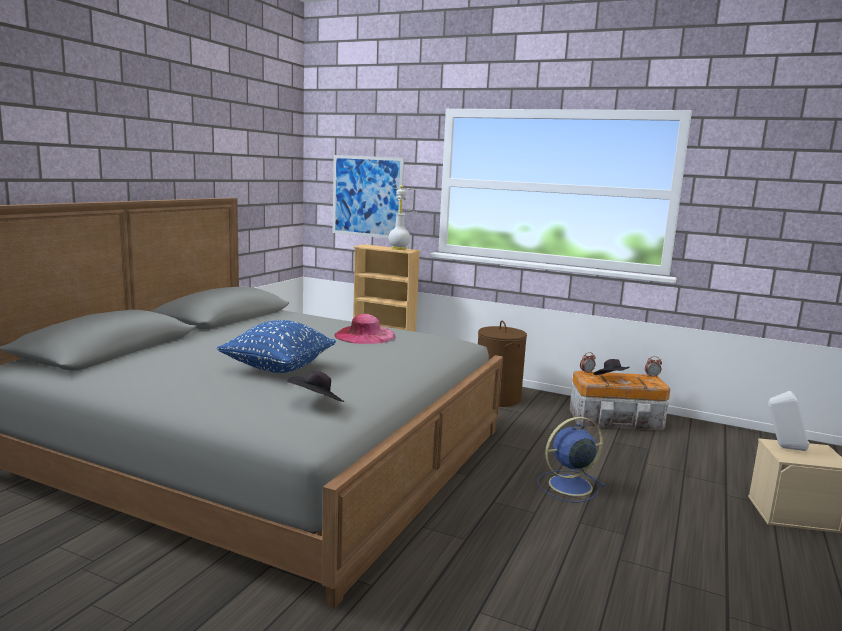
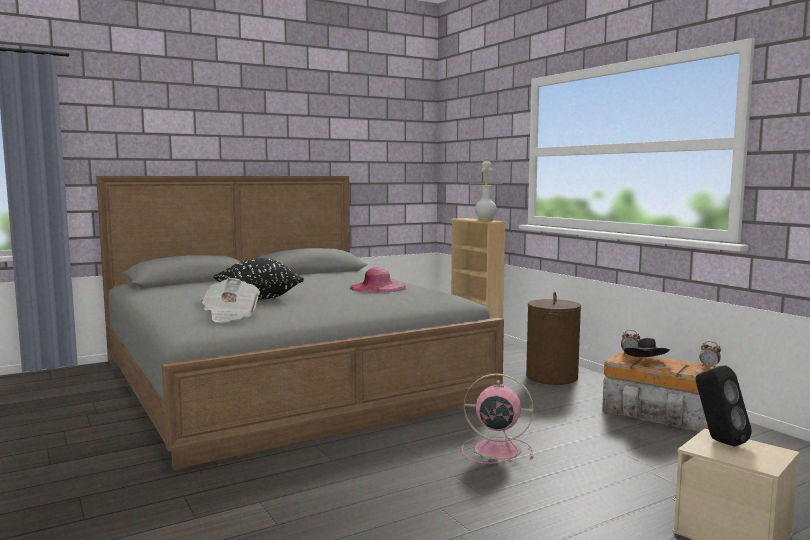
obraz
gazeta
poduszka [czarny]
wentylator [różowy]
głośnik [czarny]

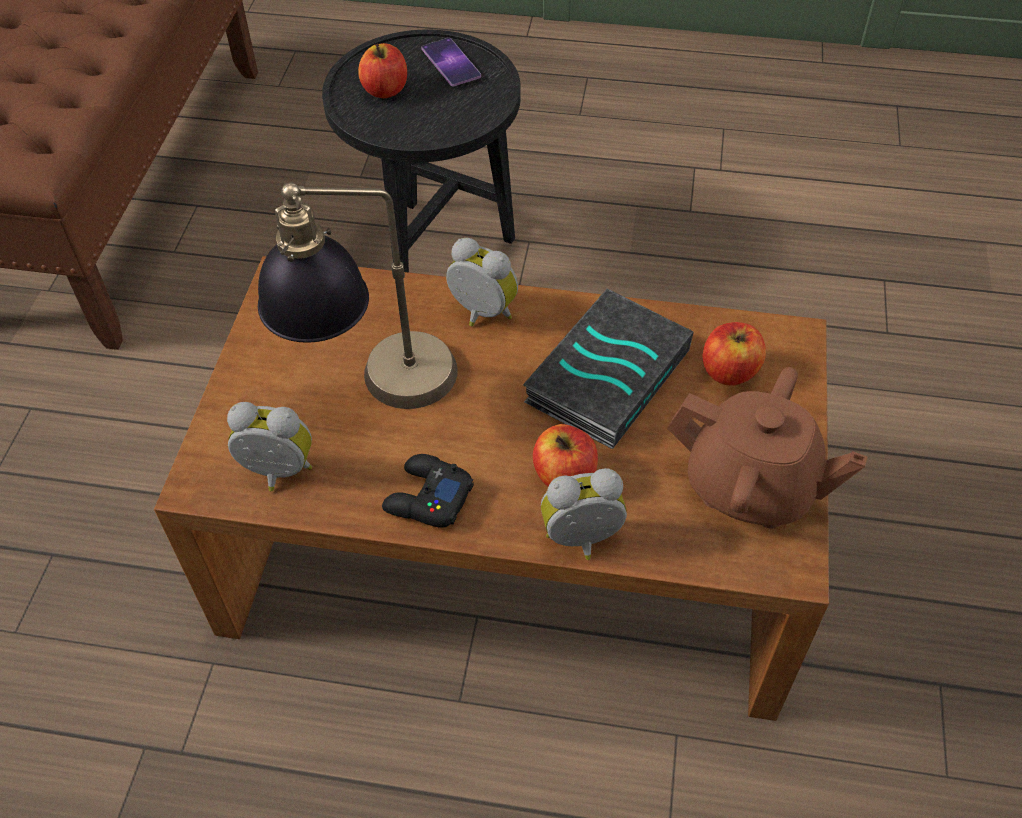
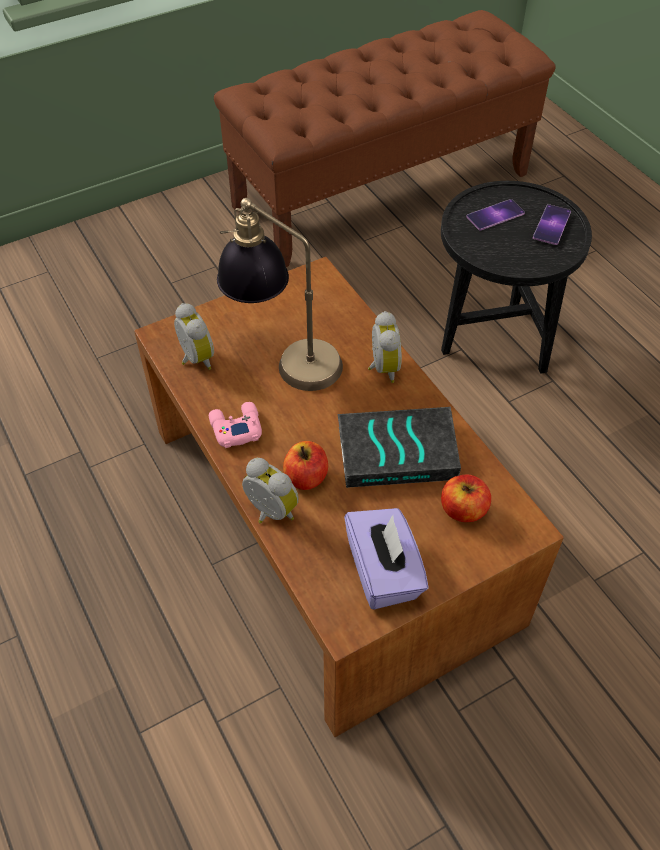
telefon (no. 1 from left)
pudełko chusteczek [fioletowy]
pad do gier [różowy]

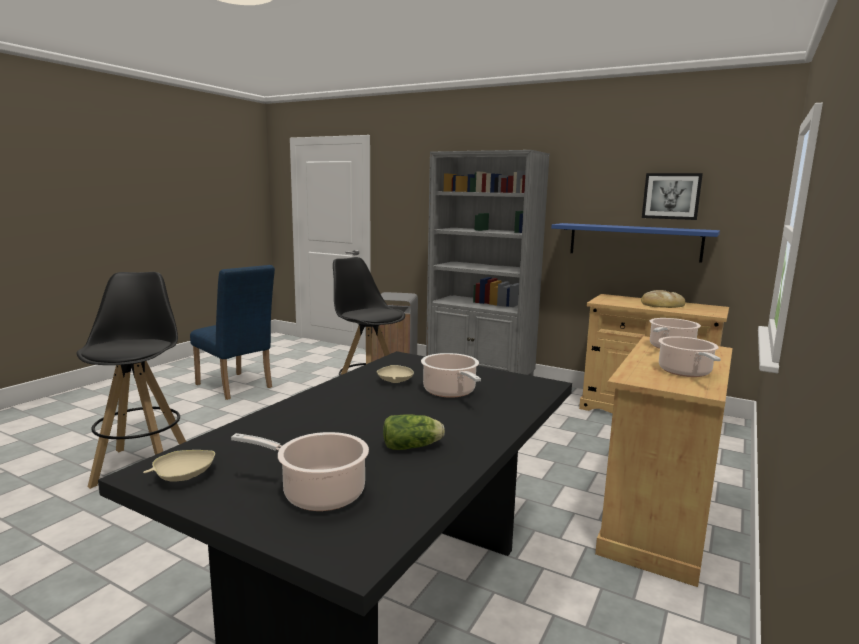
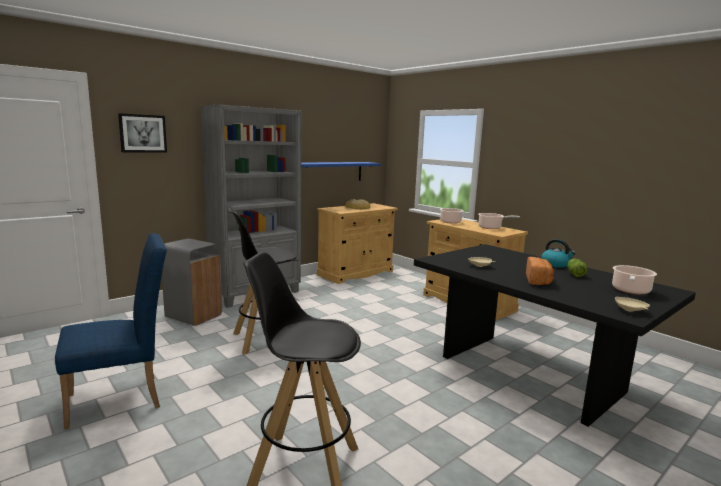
garnek (no. 2 from left in the first image)
chleb (no. 2 from left)
czajnik
obraz

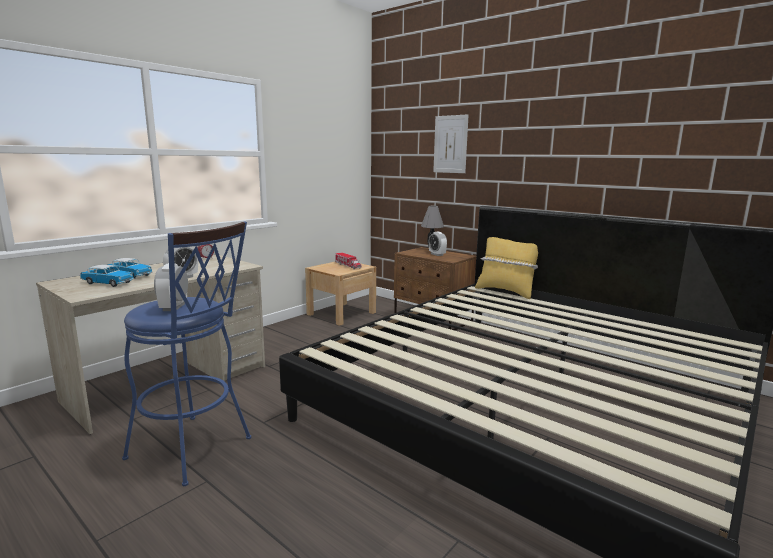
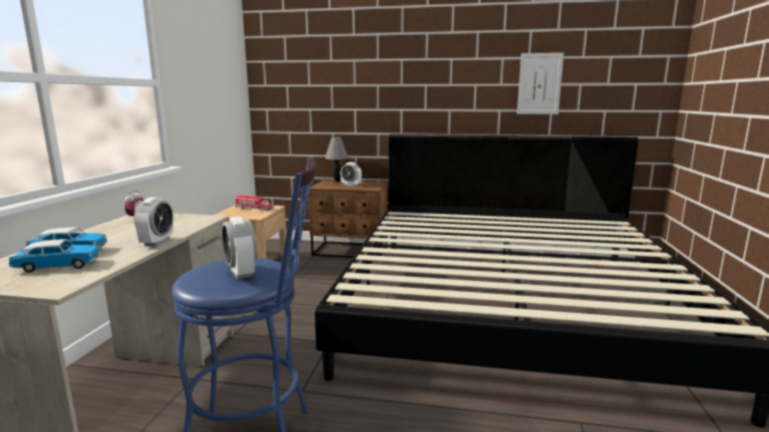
poduszka [żółty]
obraz

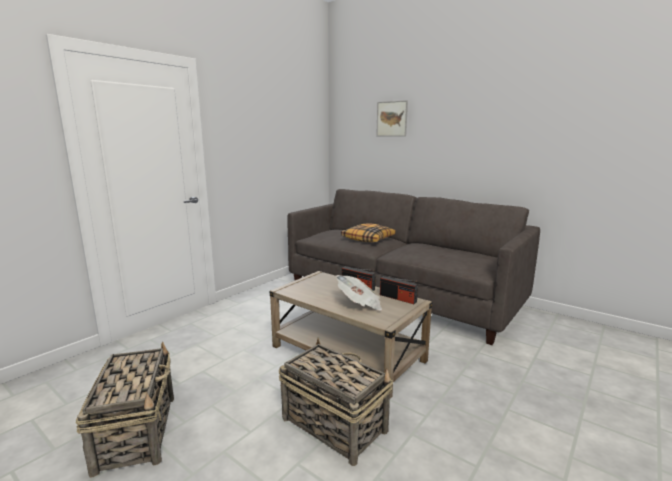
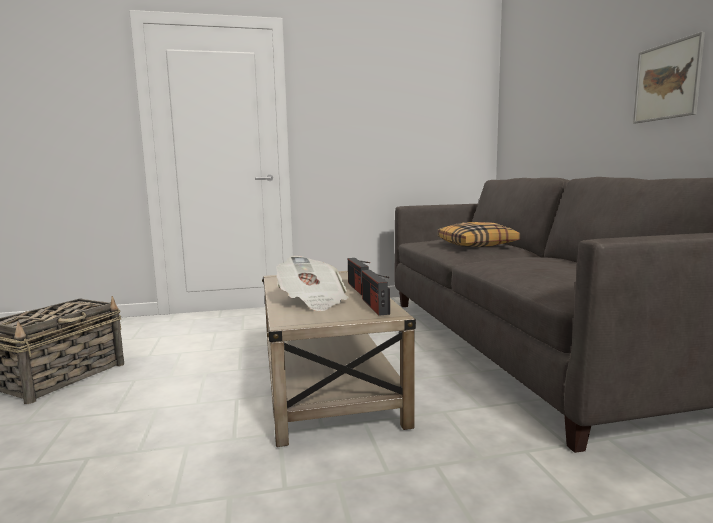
koszyk (no. 2 from left in the first image)
obraz

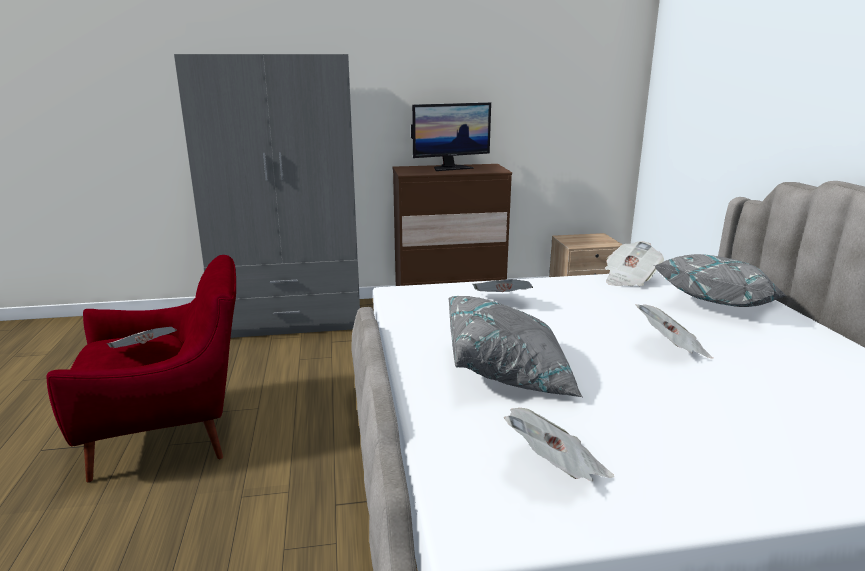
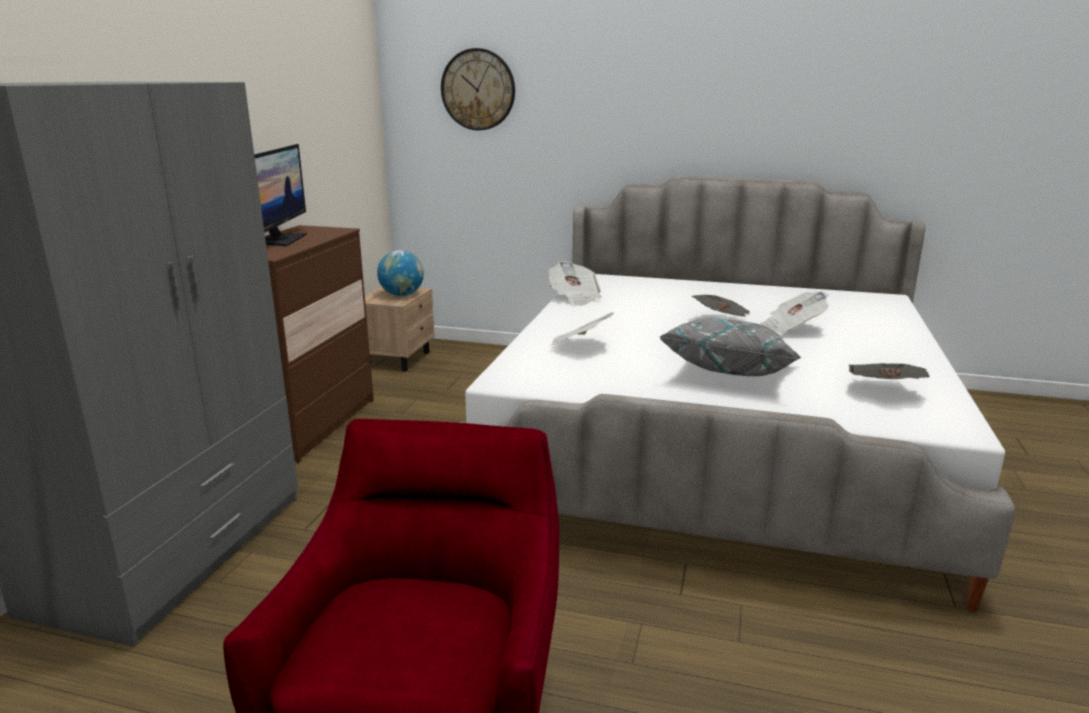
poduszka [szary] (no. 2 from left in the first image)
globus
zegar ścienny
gazeta (no. 4 from left)

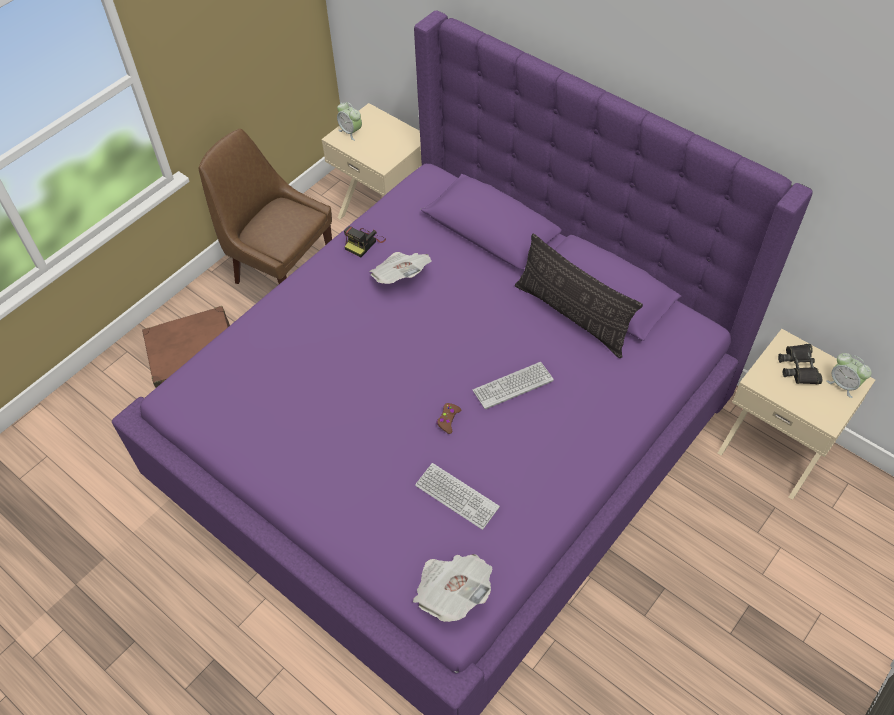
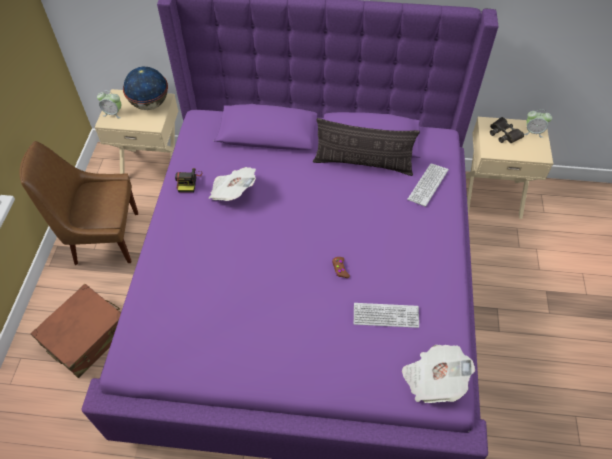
globus
klawiatura (no. 2 from left)

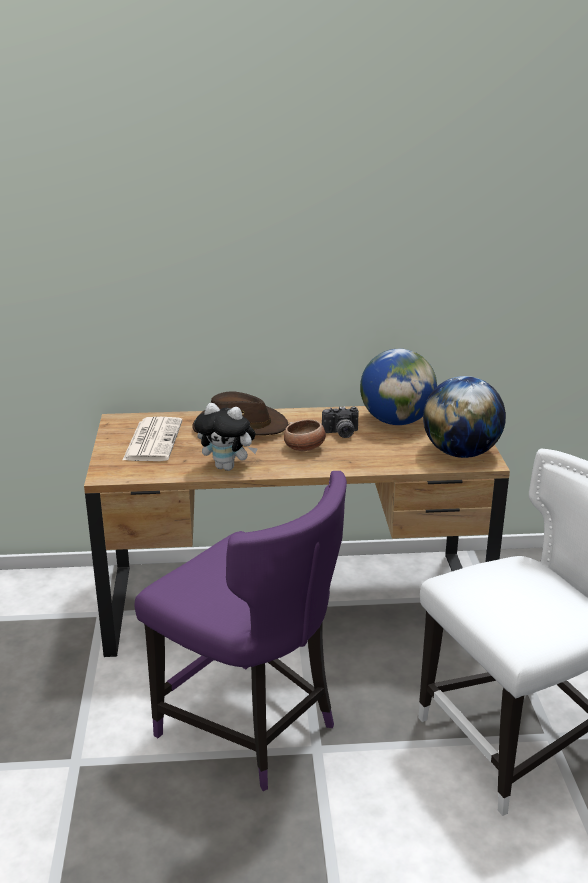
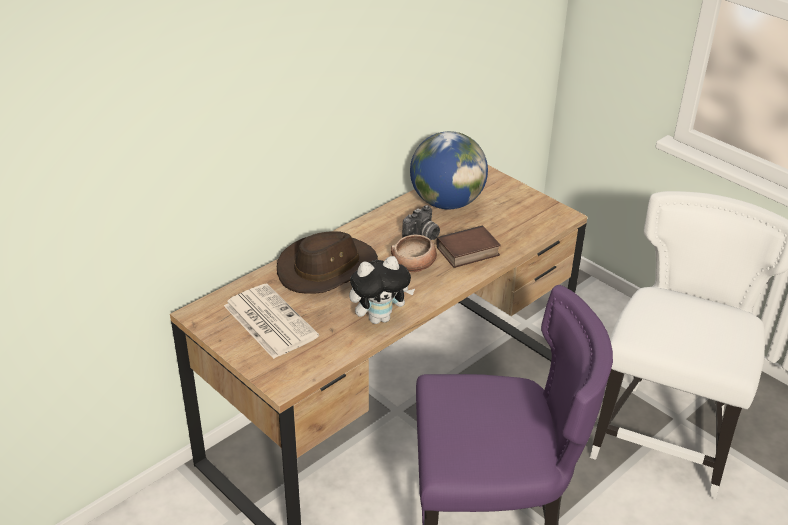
globus (no. 2 from left in the first image)
książka

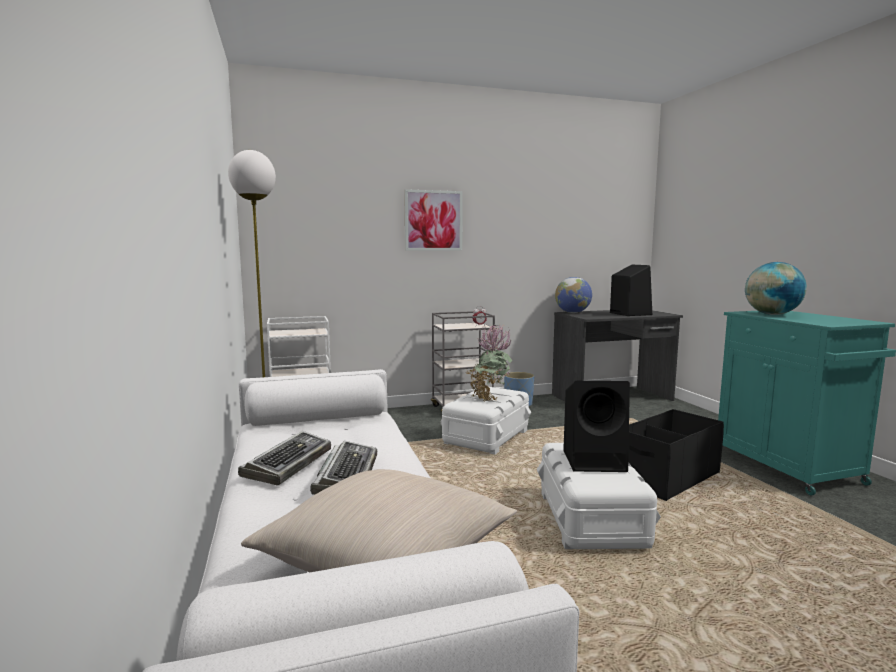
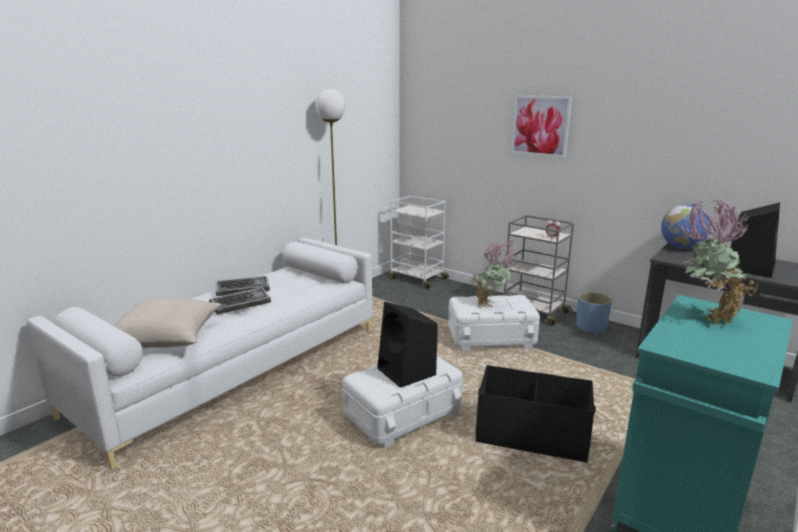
roślina doniczkowa (no. 2 from left)

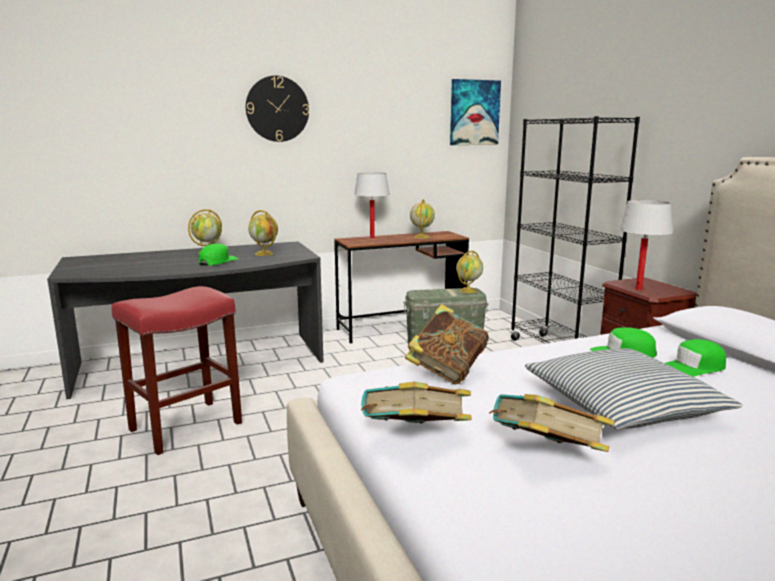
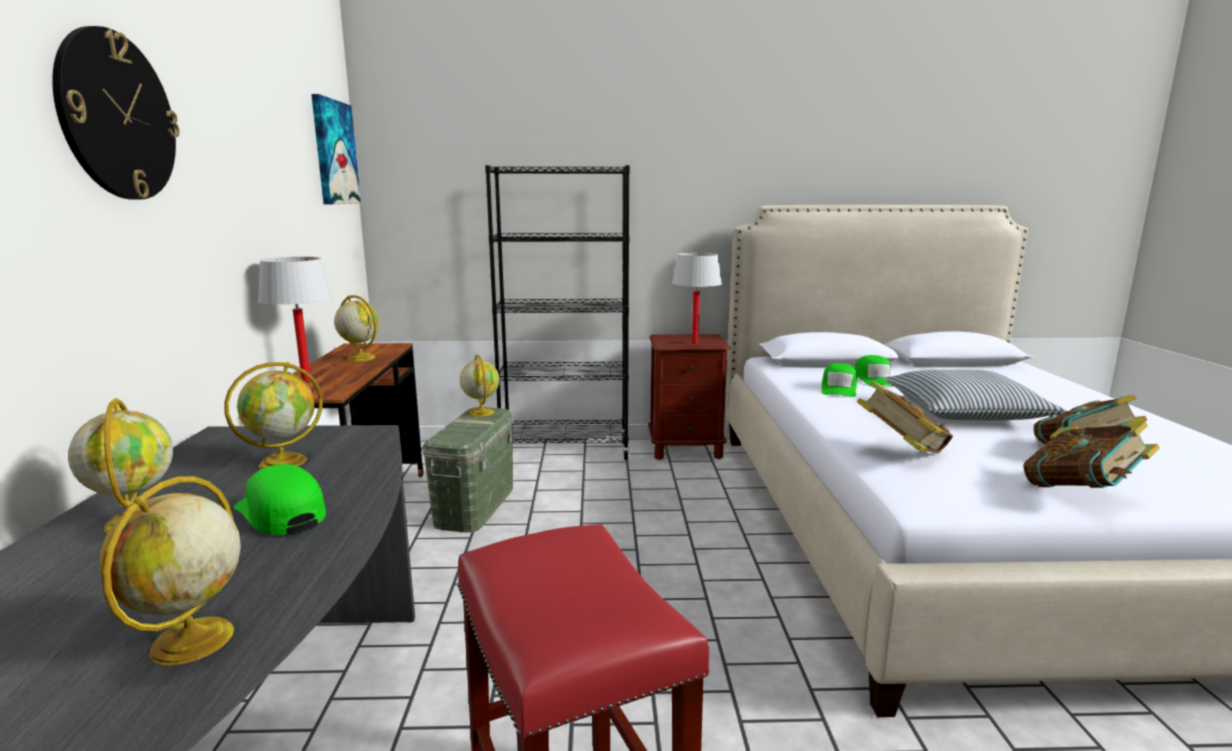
globus (no. 2 from left)

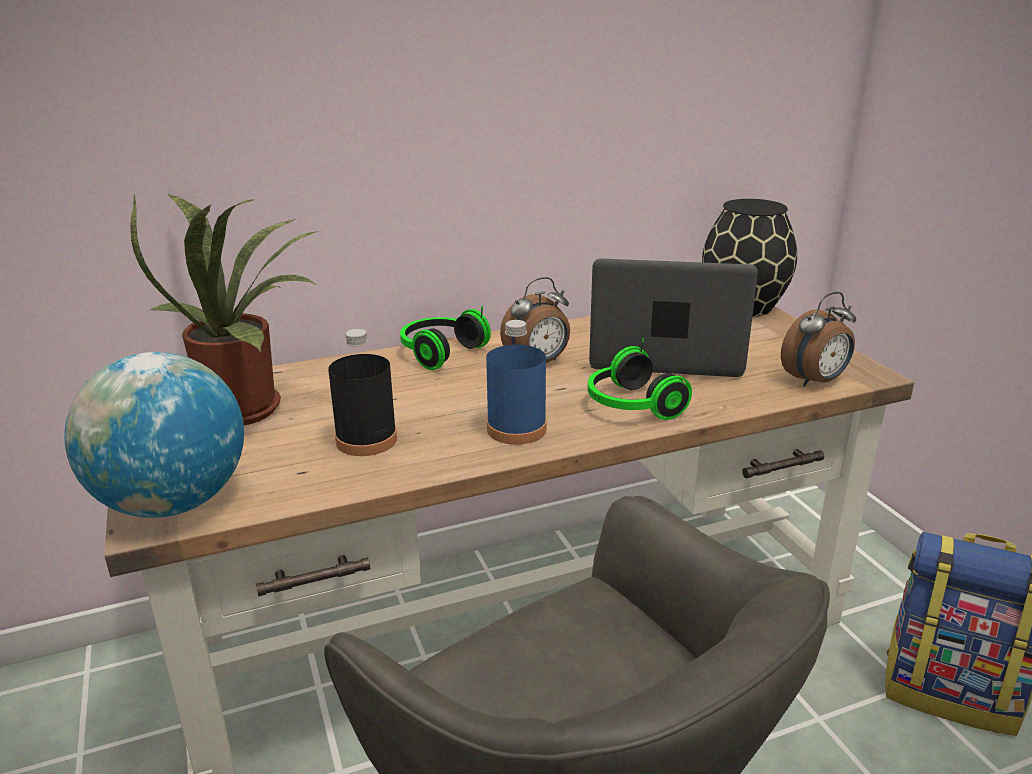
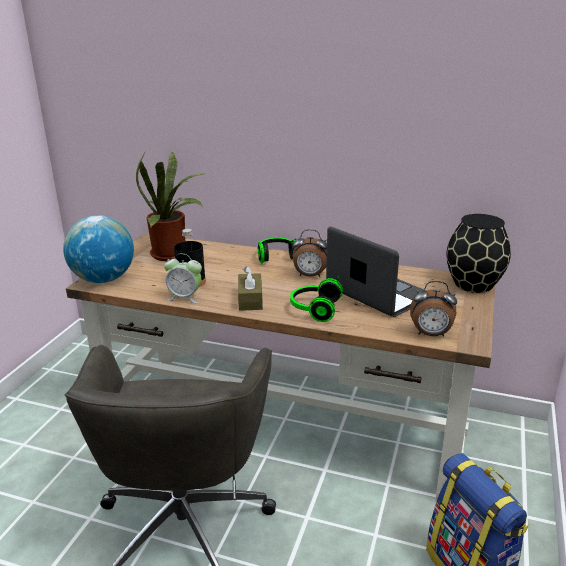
budzik (no. 1 from left)
pudełko chusteczek [brązowy]

